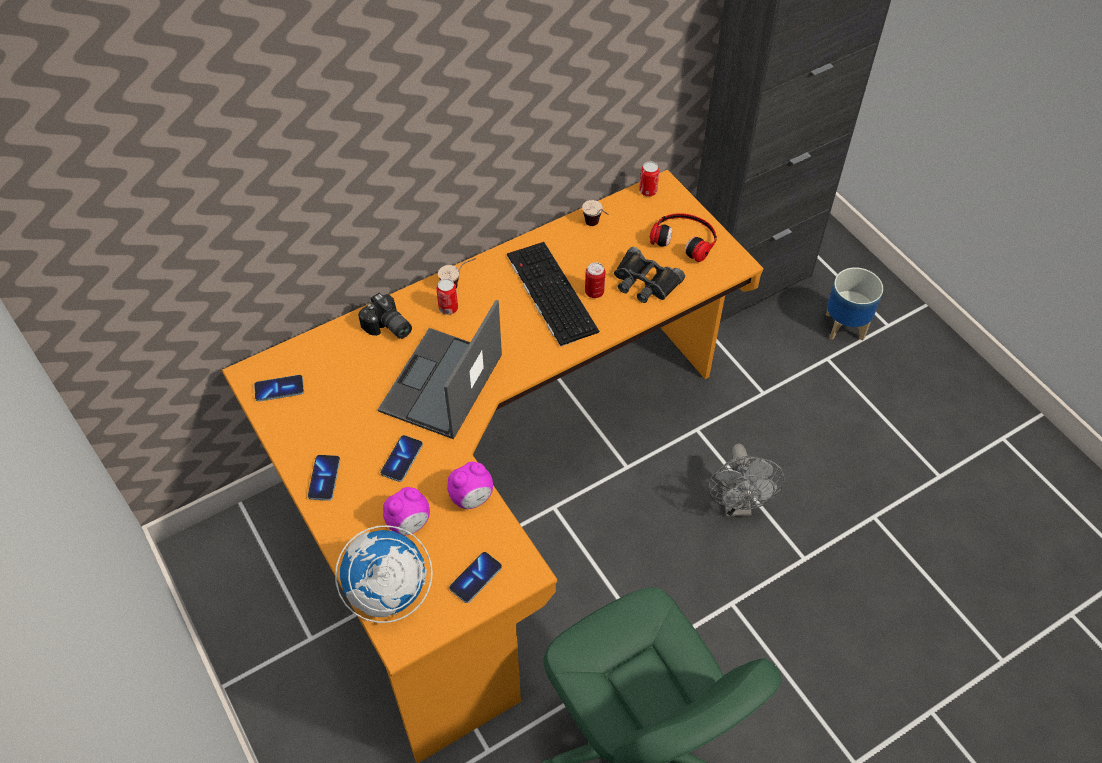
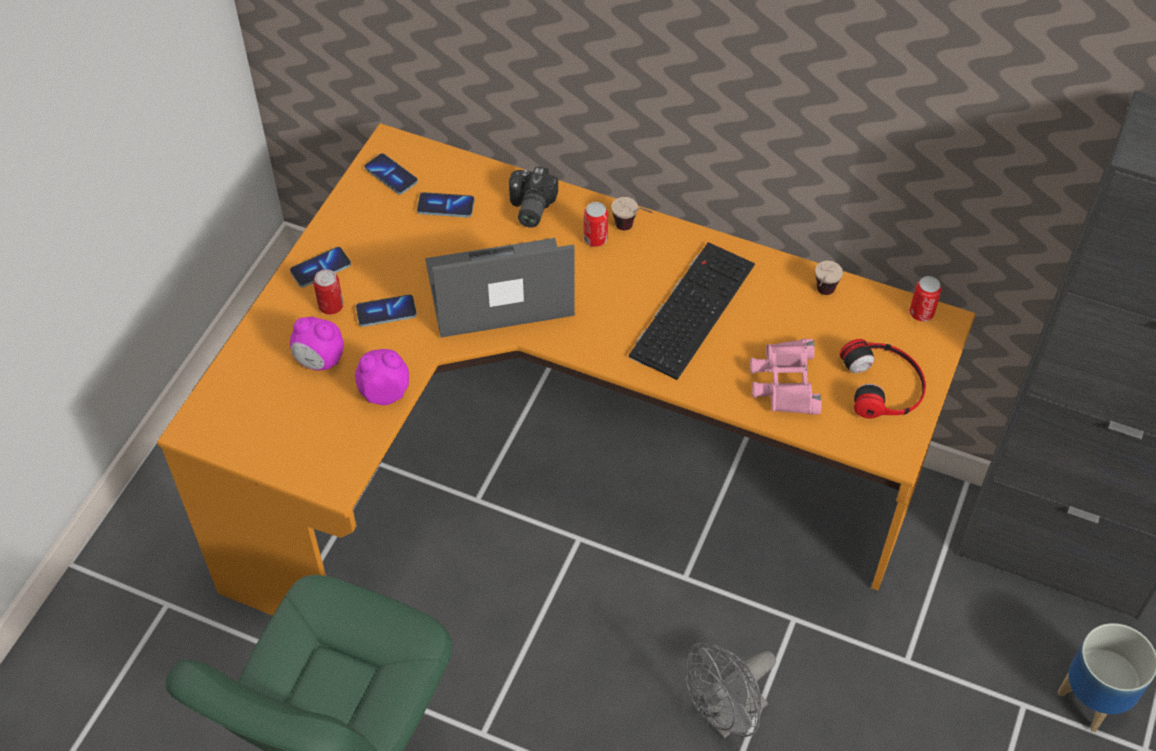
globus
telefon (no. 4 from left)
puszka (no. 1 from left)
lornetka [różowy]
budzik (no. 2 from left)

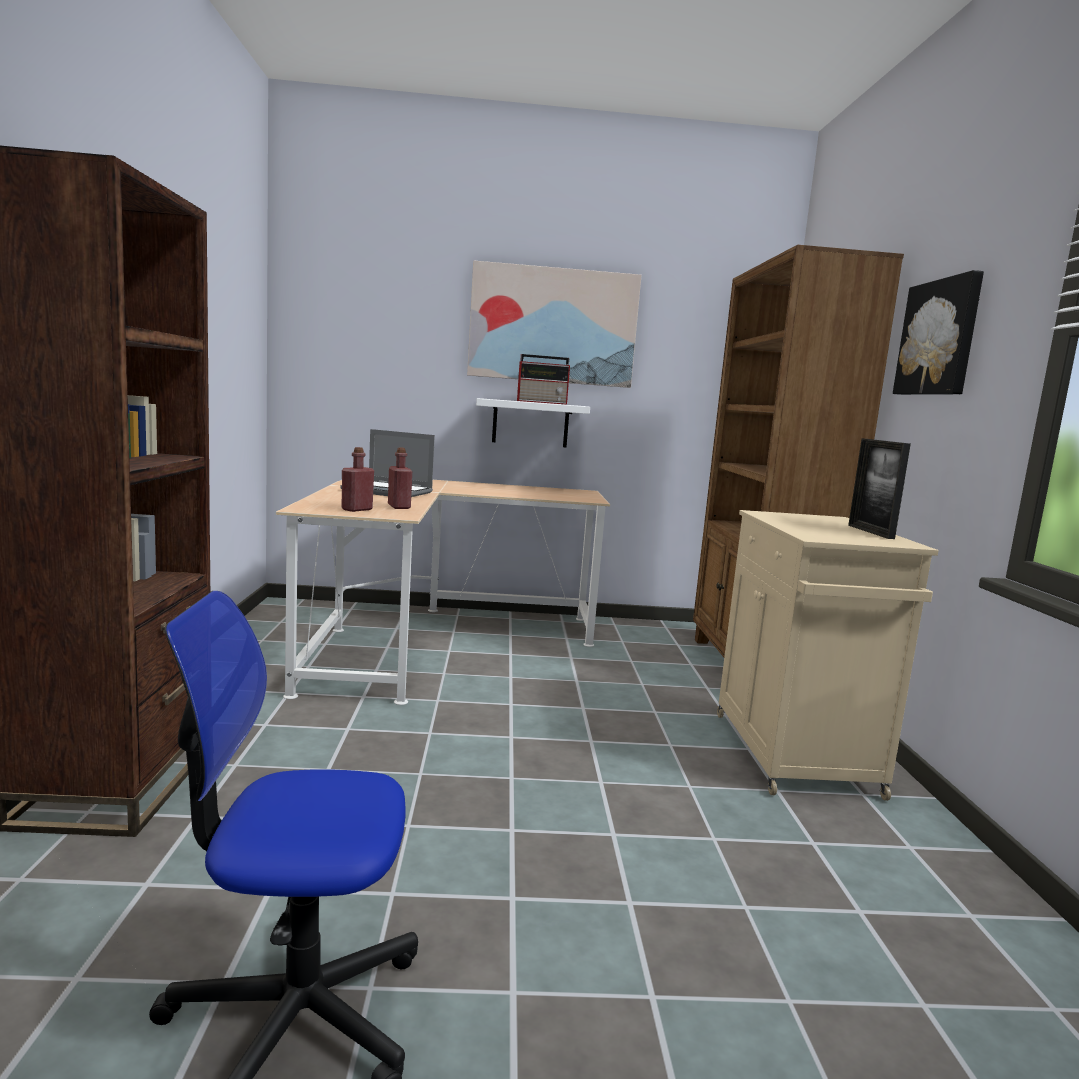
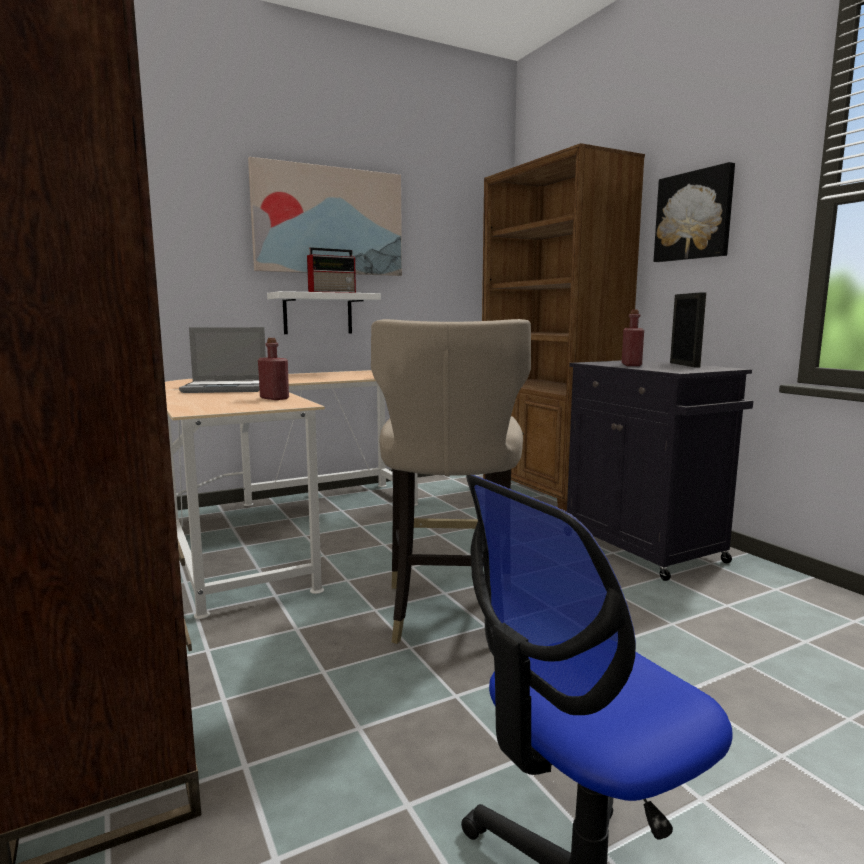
stołek [beżowy]
butelka [czerwony] (no. 2 from left)
szafka [czarny]
ramka na zdjęcie

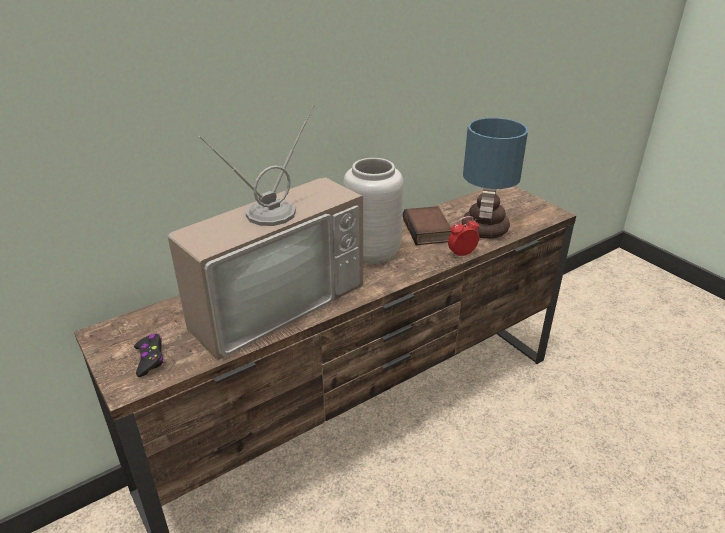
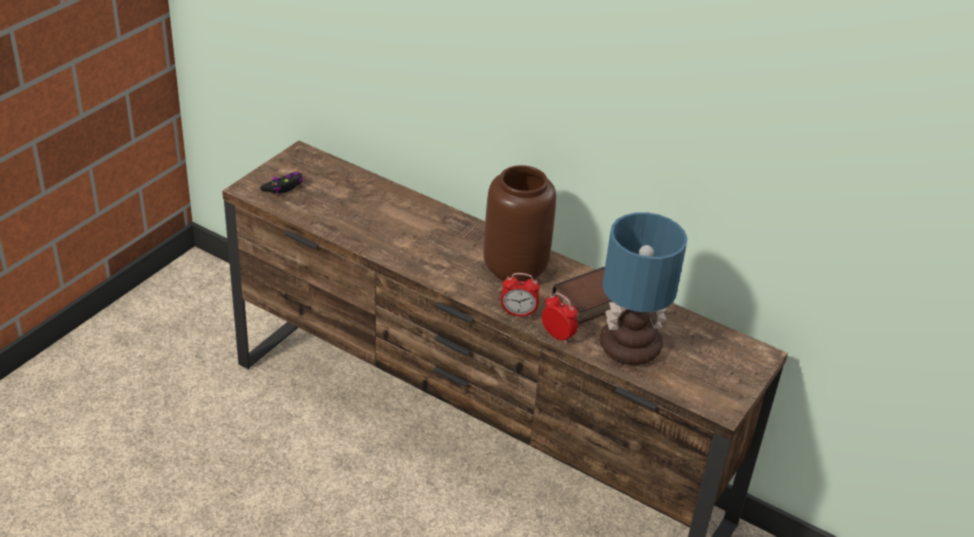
telewizor
budzik (no. 1 from left)
wazon [brązowy]

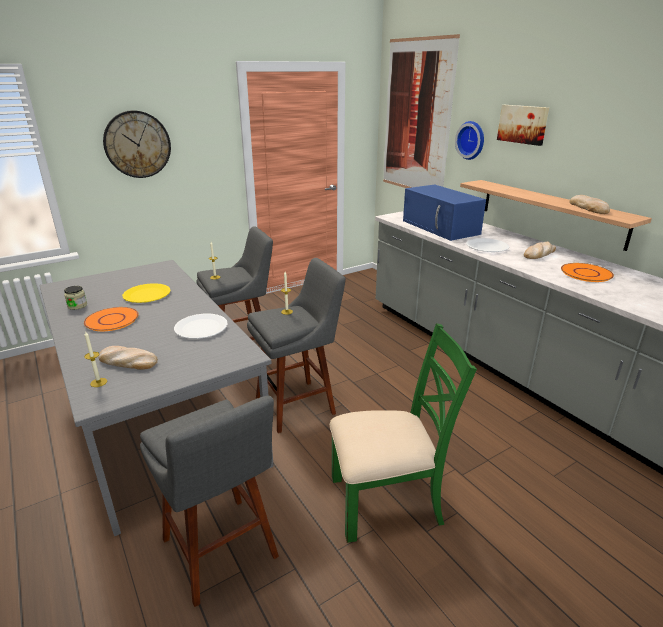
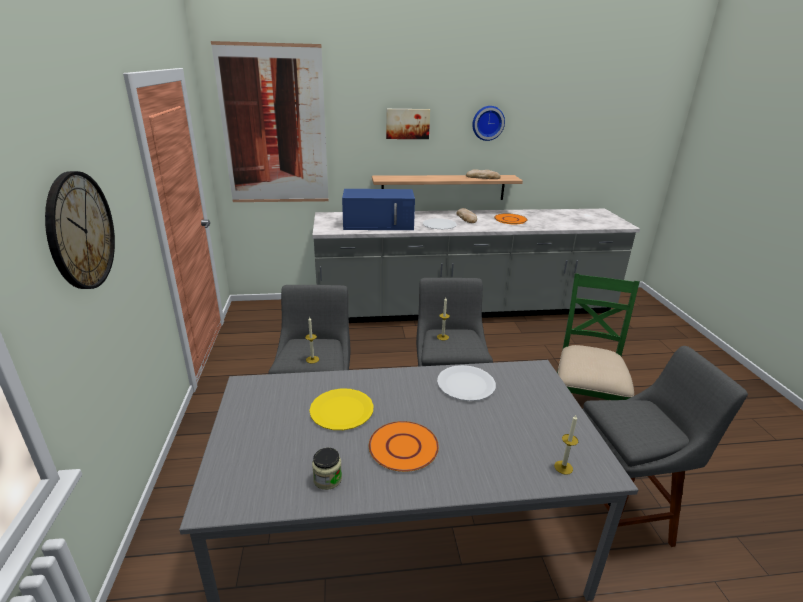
chleb (no. 1 from left in the first image)
zegar ścienny (no. 2 from left)

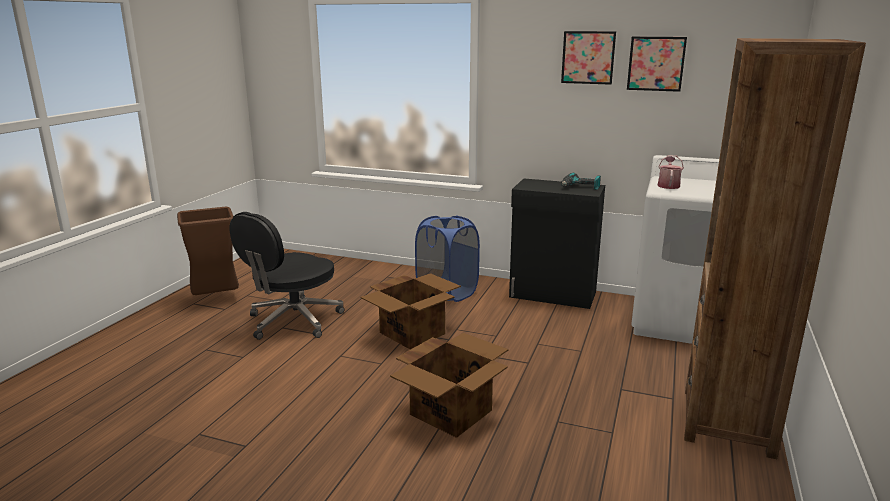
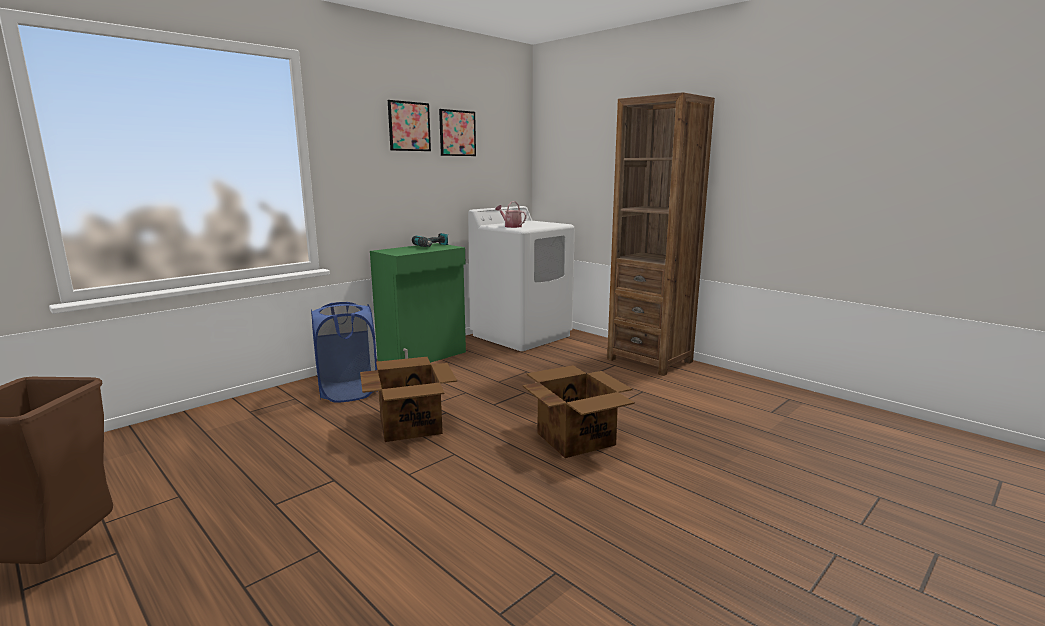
krzesło biurowe [czarny]
szafka [zielony]

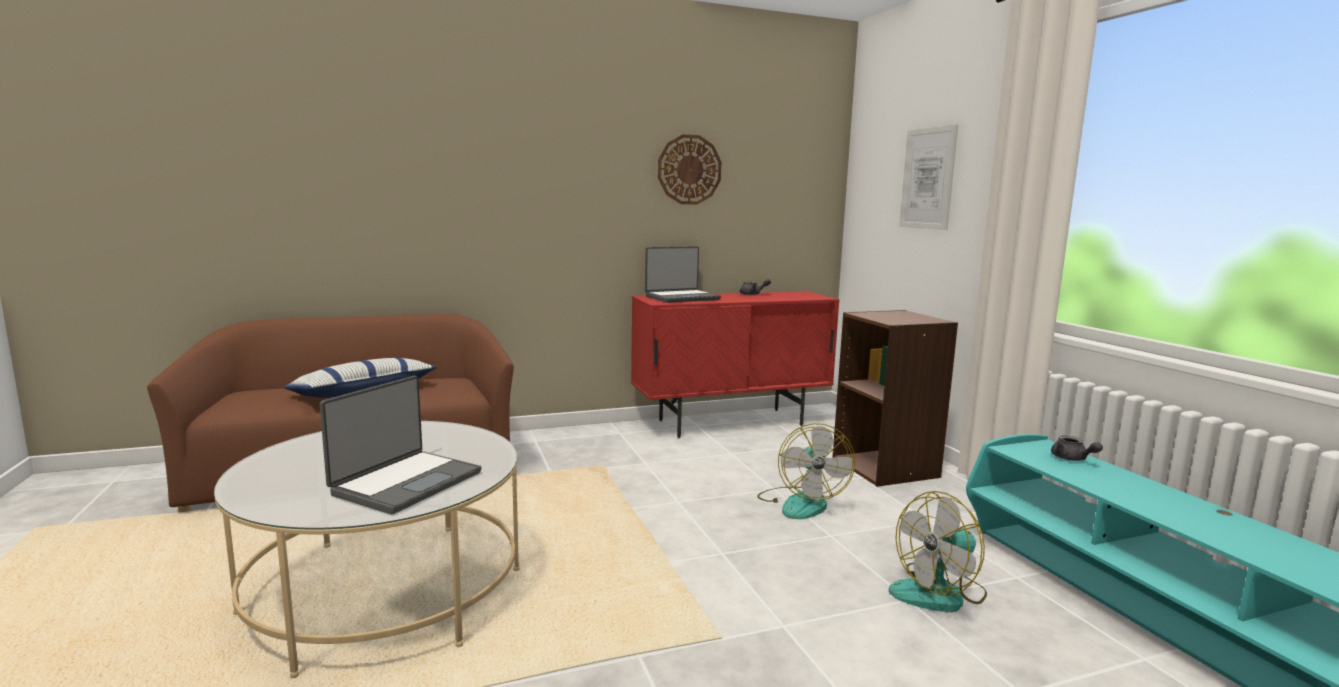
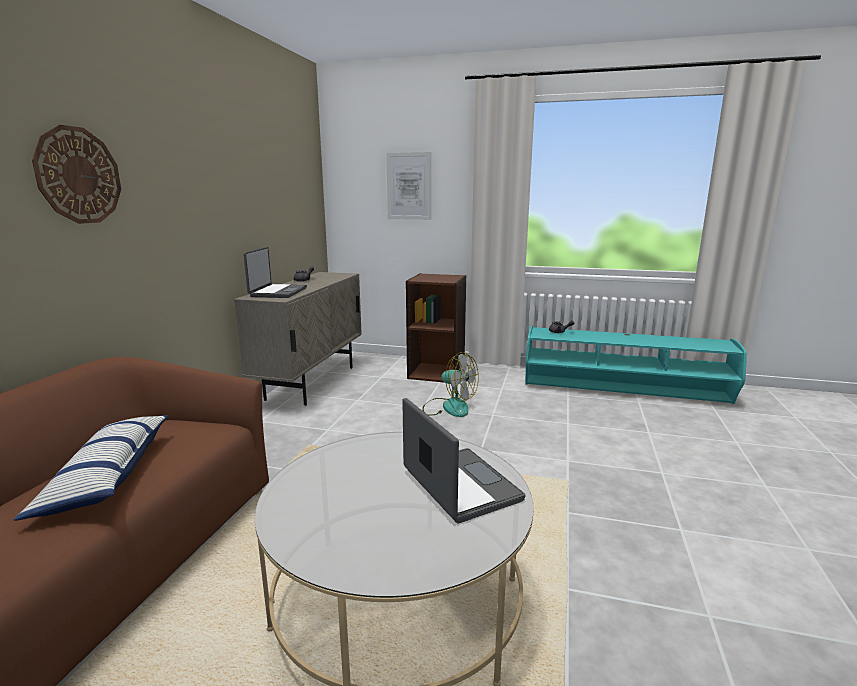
wentylator (no. 2 from left in the first image)
zegar ścienny
szafka [beżowy]

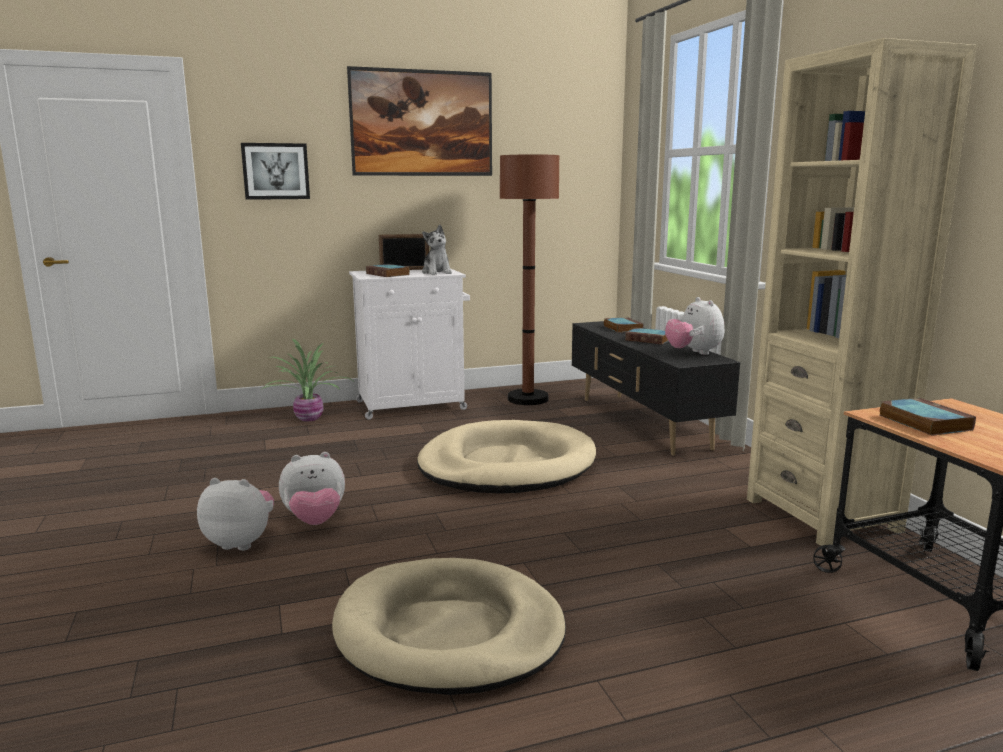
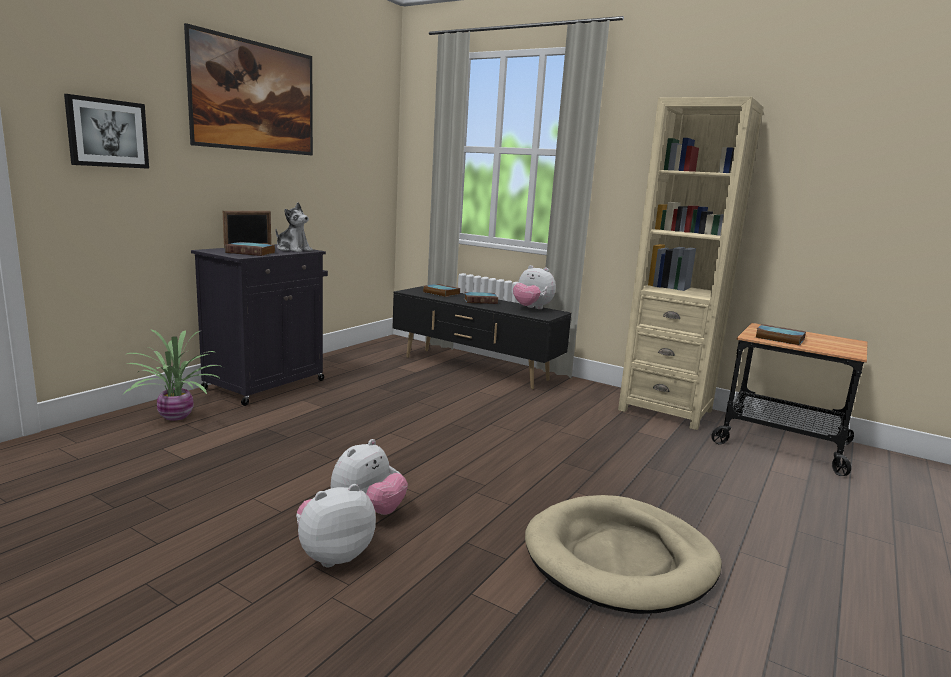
legowisko [beżowy] (no. 2 from left in the first image)
lampa stojąca [brązowy]
szafka [czarny]

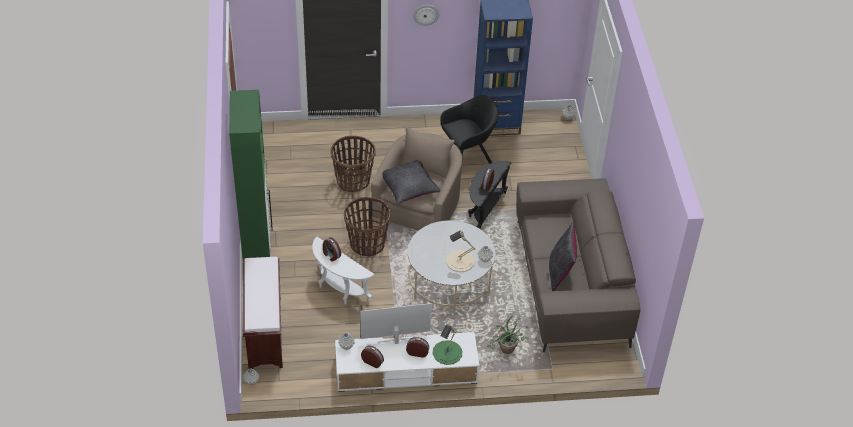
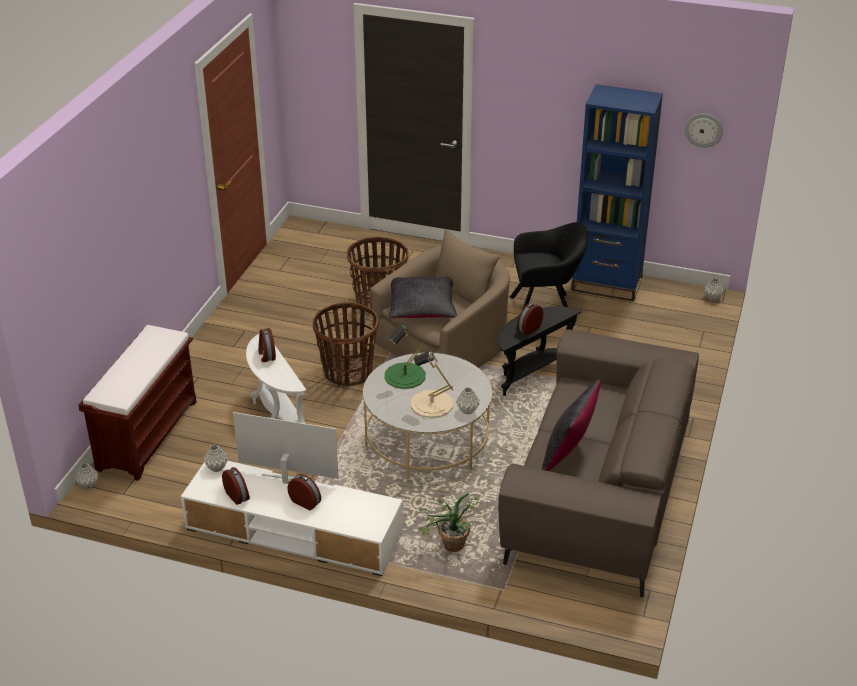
szafka [zielony]
zegar ścienny
lampa stołowa [zielony]

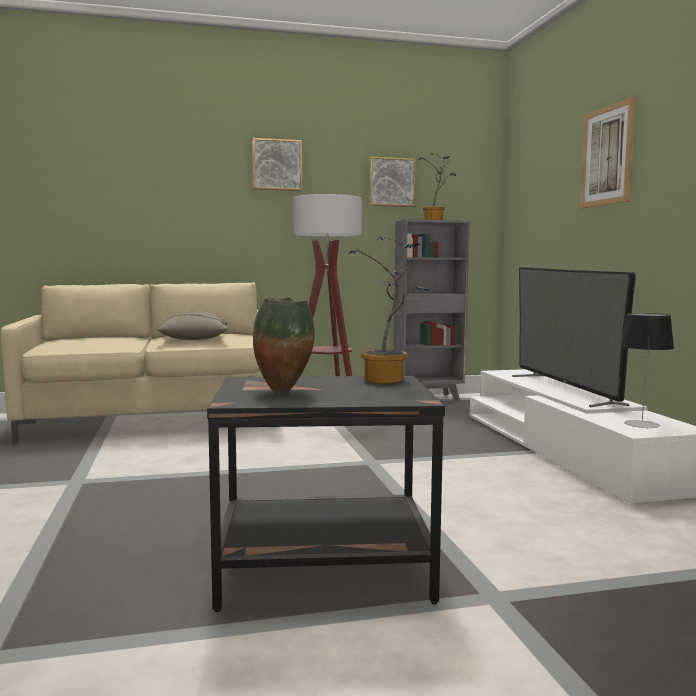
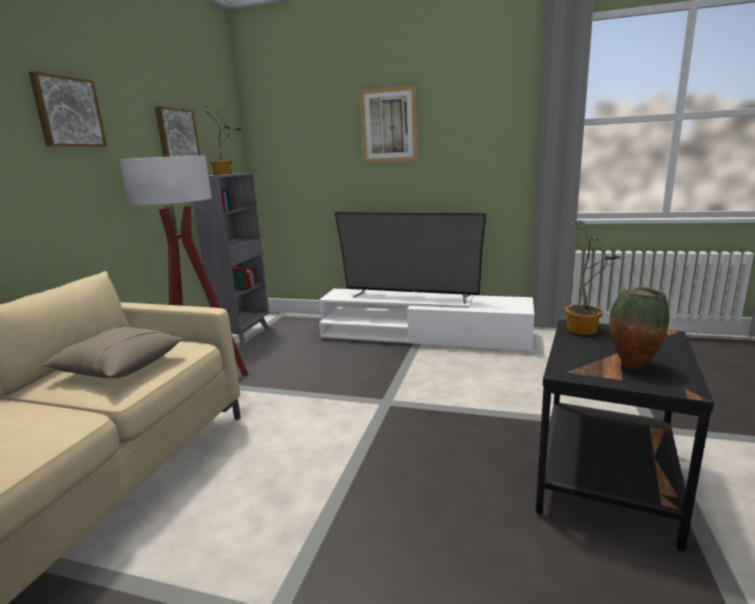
lampa stołowa

